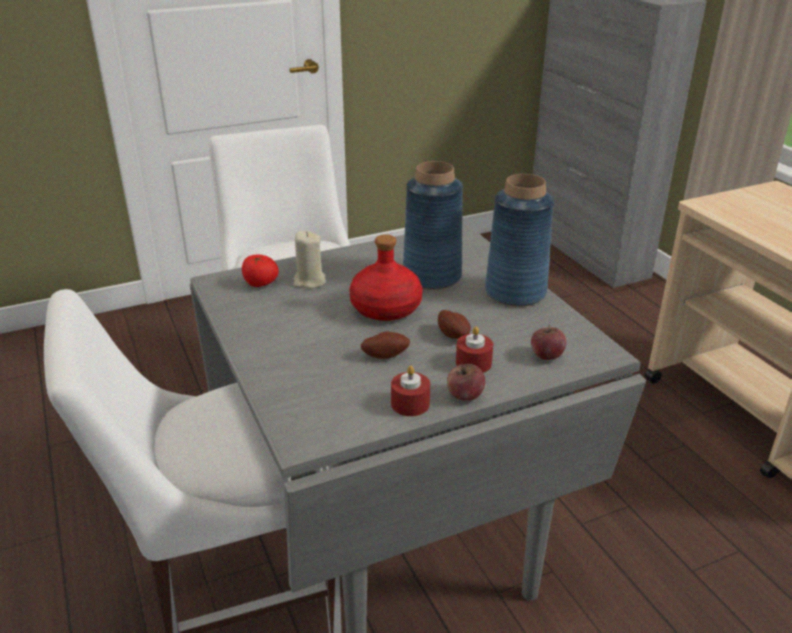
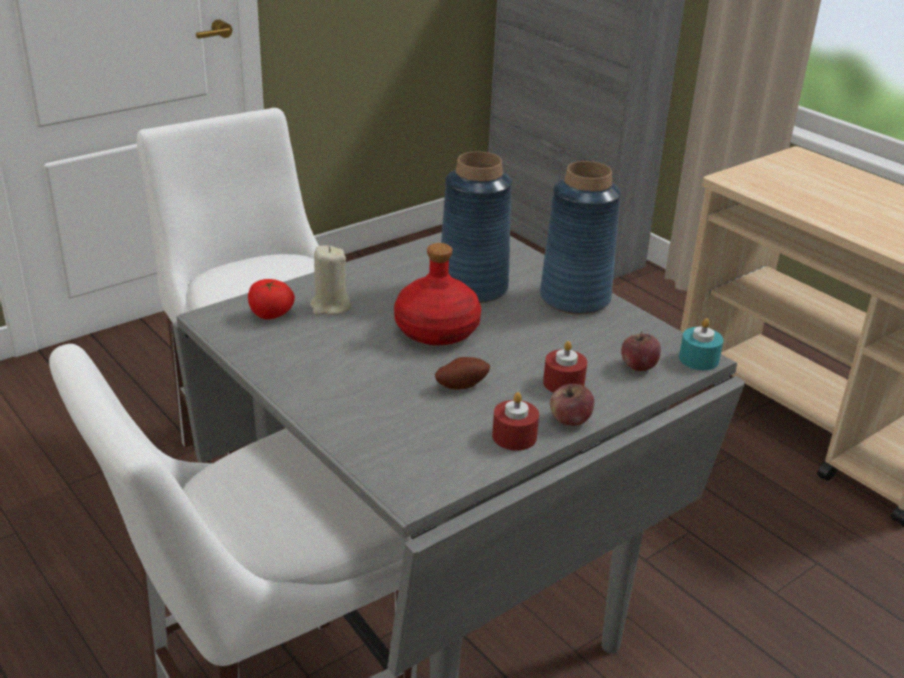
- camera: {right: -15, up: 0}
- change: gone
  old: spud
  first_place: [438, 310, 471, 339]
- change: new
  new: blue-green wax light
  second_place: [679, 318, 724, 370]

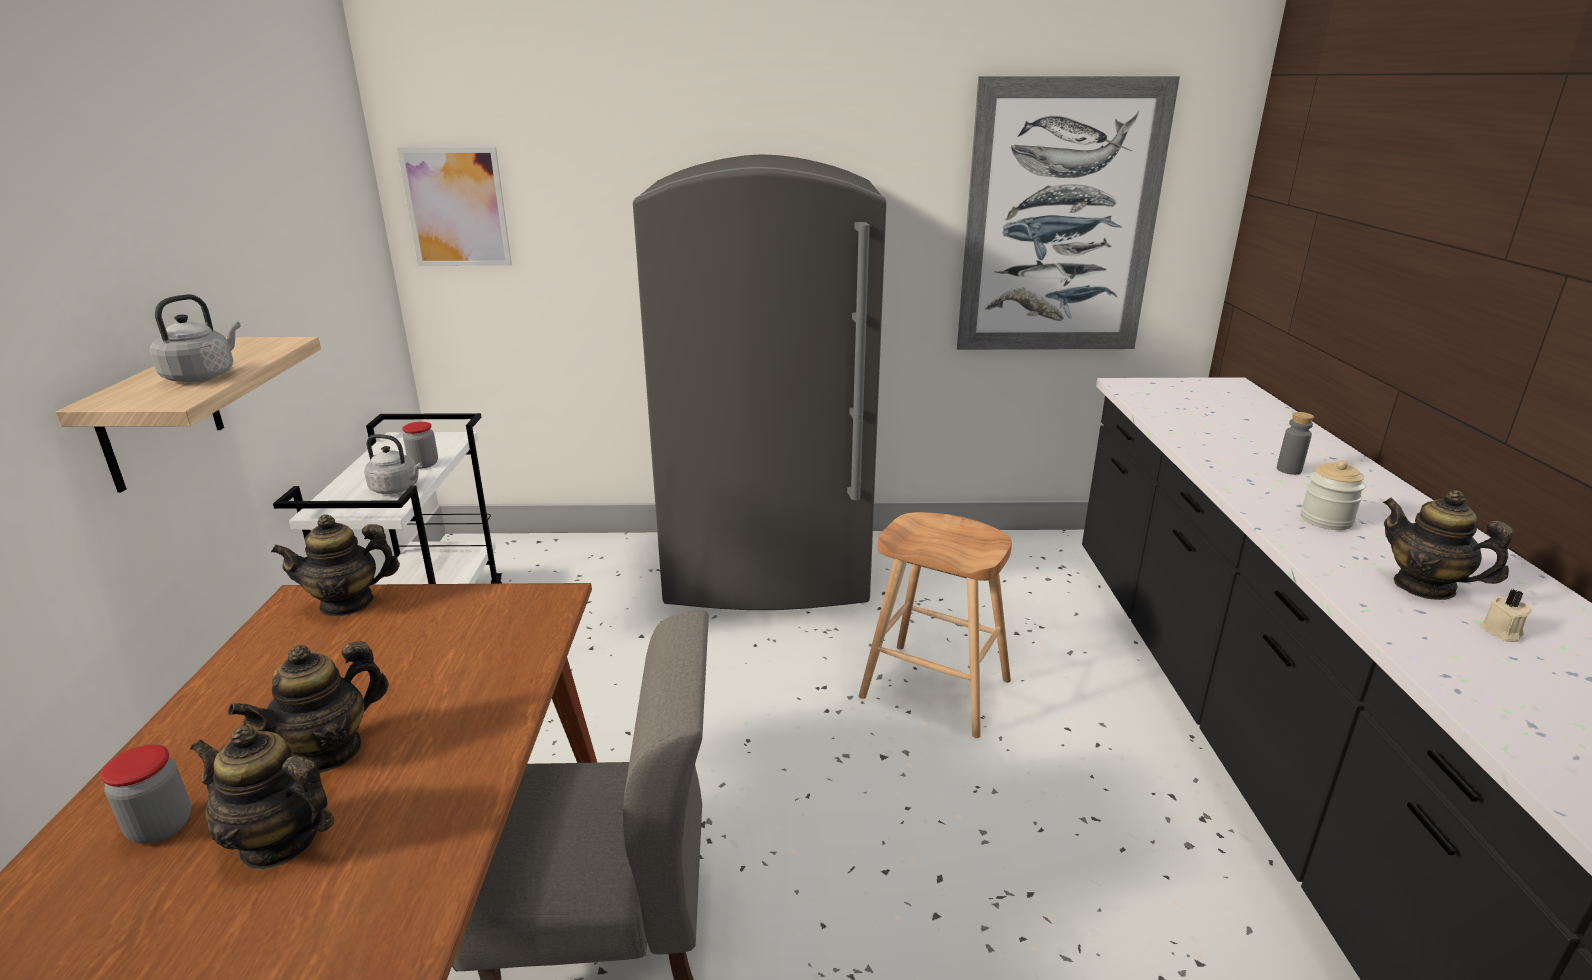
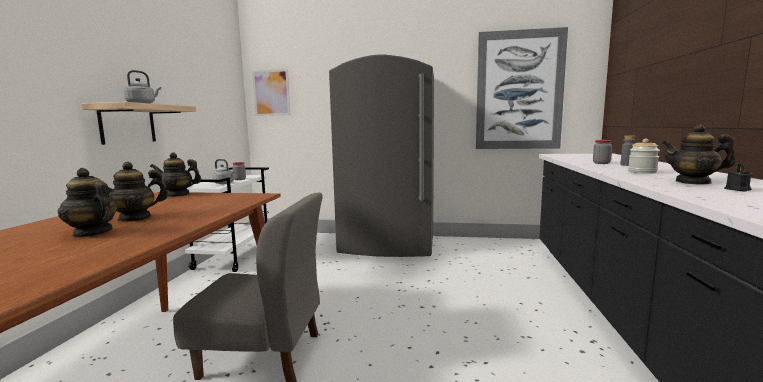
- camera: {right: 10, up: -15}
- change: shifted
  old: storage jar
  first_place: [101, 744, 191, 844]
  second_place: [593, 140, 613, 164]
- change: gone
  old: brown-coloured stool
  first_place: [859, 512, 1012, 738]
- change: rotated
  old: teapot
  first_place: [1383, 490, 1514, 600]
  second_place: [661, 124, 735, 185]
  degrees: -45
- change: repainted
  old: beige-coloured wax light
  new: blackish wax light
  first_place: [1480, 589, 1532, 642]
  second_place: [724, 164, 753, 192]

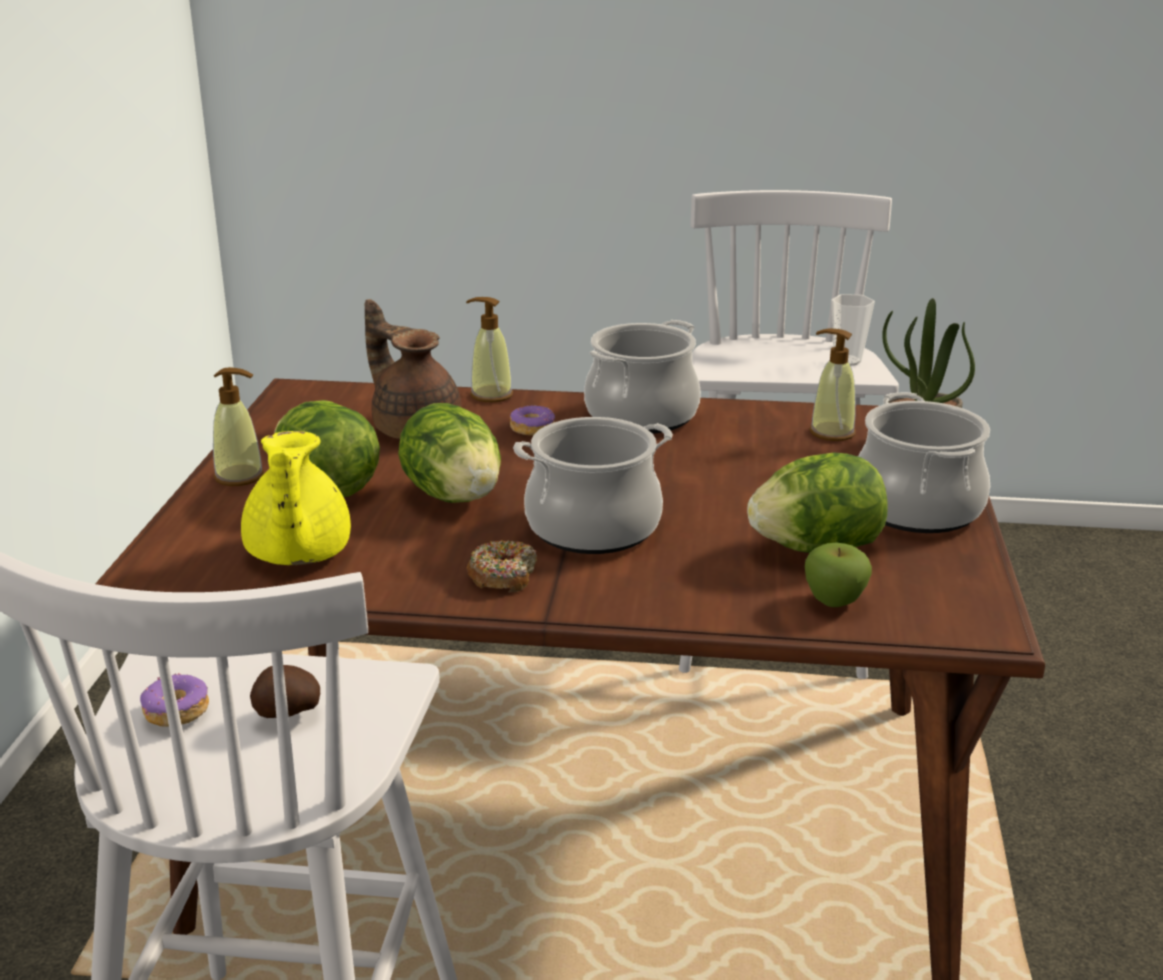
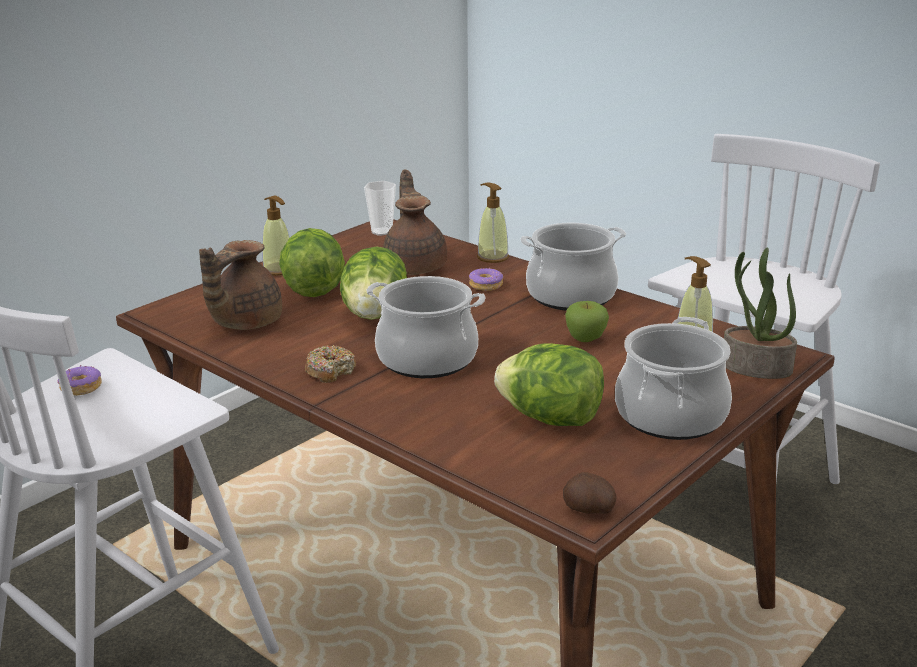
- camera: {right: 35, up: 0}
- change: repainted
  old: yellow-coloured teapot
  new: brown-coloured teapot
  first_place: [241, 431, 351, 565]
  second_place: [199, 240, 282, 330]
- change: shifted
  old: spud
  first_place: [250, 665, 320, 718]
  second_place: [563, 472, 617, 514]
- change: shifted
  old: whole apple
  first_place: [805, 542, 872, 607]
  second_place: [565, 301, 609, 342]
- change: shifted
  old: cup
  first_place: [831, 294, 875, 366]
  second_place: [364, 181, 396, 236]

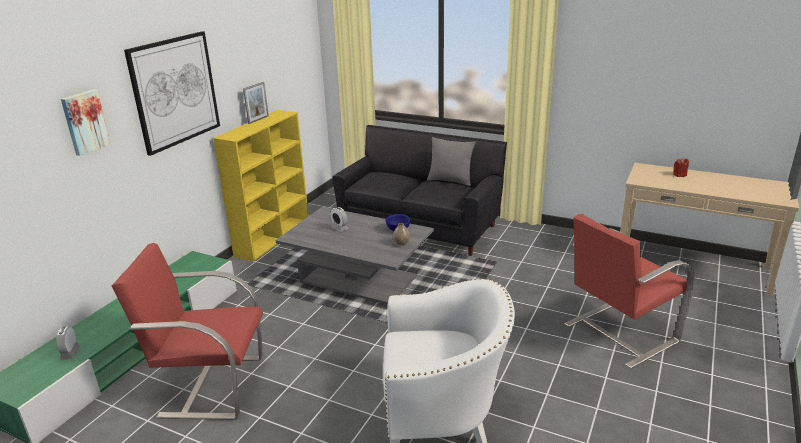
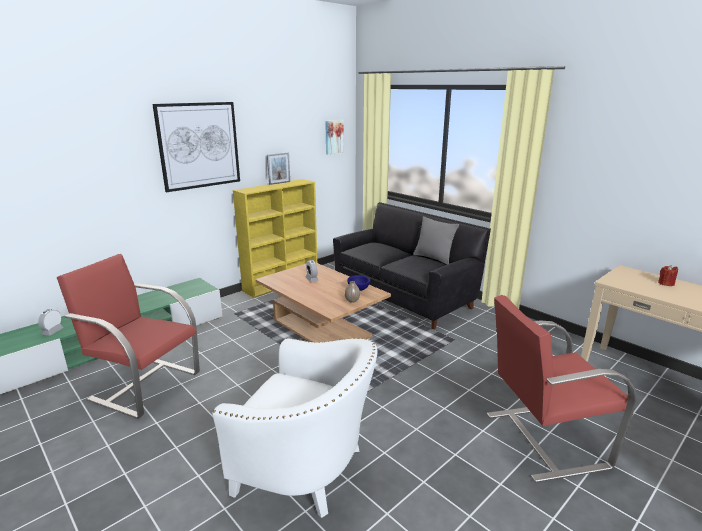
- camera: {right: 20, up: -5}
- change: shifted
  old: wall art
  first_place: [61, 89, 111, 156]
  second_place: [325, 120, 344, 154]
- change: repainted
  old: gray low table
  new: brown-coloured low table
  first_place: [275, 207, 434, 305]
  second_place: [255, 262, 391, 342]

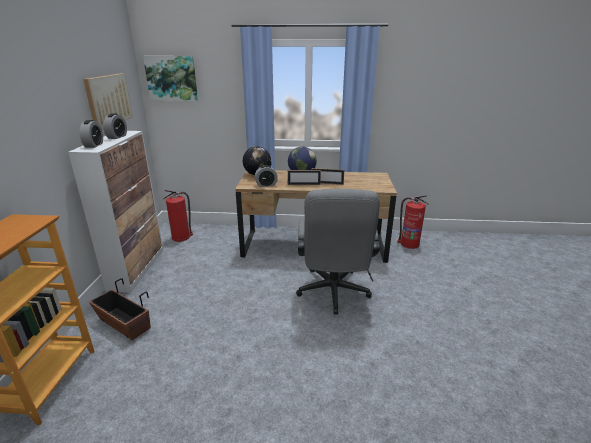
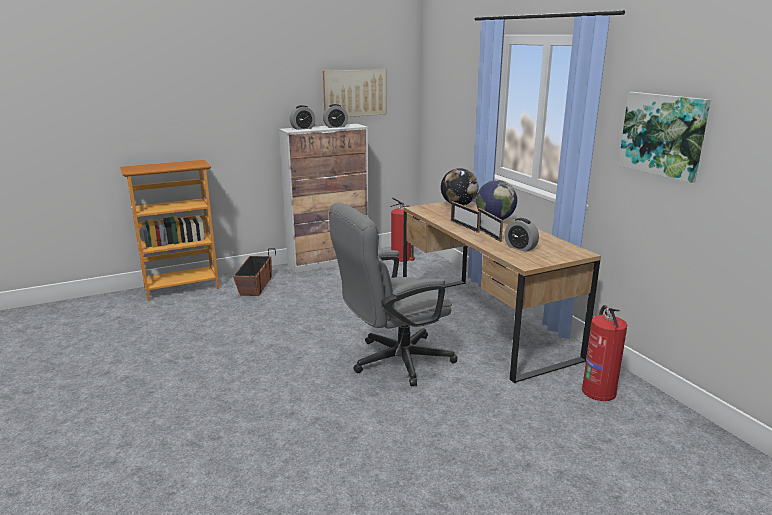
- camera: {right: 60, up: -5}
- change: shifted
  old: wall art
  first_place: [143, 56, 198, 101]
  second_place: [618, 92, 711, 183]
- change: shifted
  old: table clock
  first_place: [255, 165, 278, 187]
  second_place: [504, 218, 539, 252]

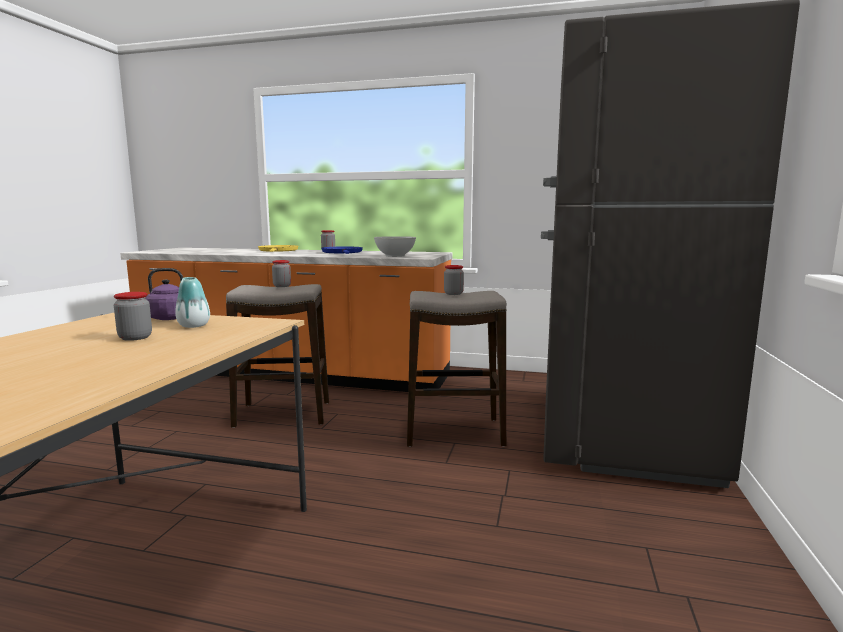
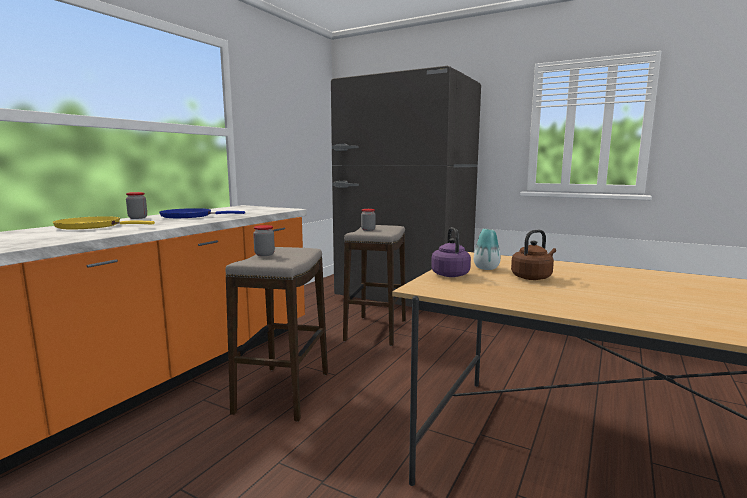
- camera: {right: -75, up: 0}
- change: swapped
  old: storage jar
  new: brown-coloured water kettle
  first_place: [114, 292, 152, 341]
  second_place: [511, 230, 556, 280]
- change: gone
  old: whitish deep dish
  first_place: [374, 236, 416, 257]

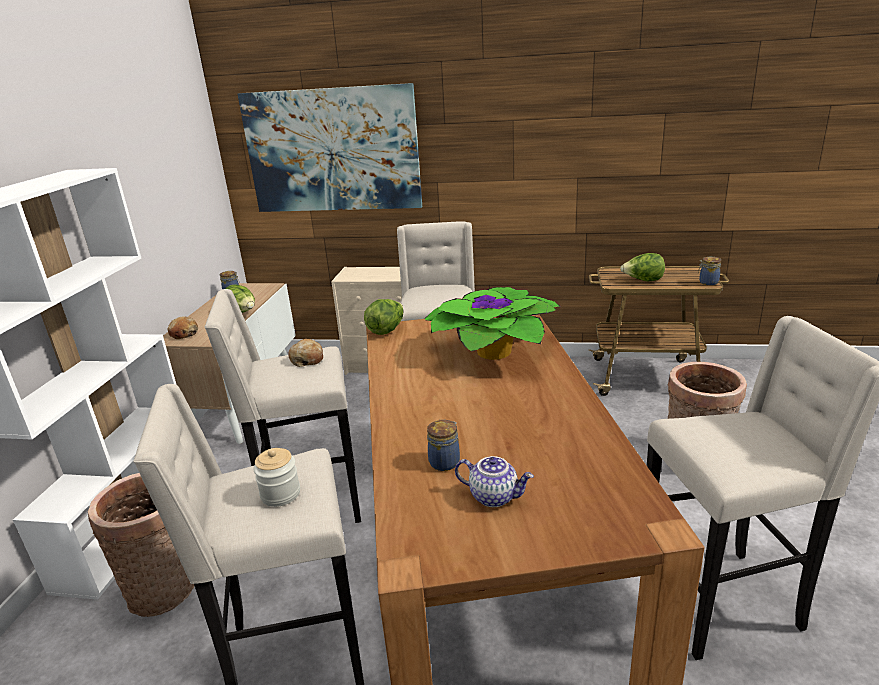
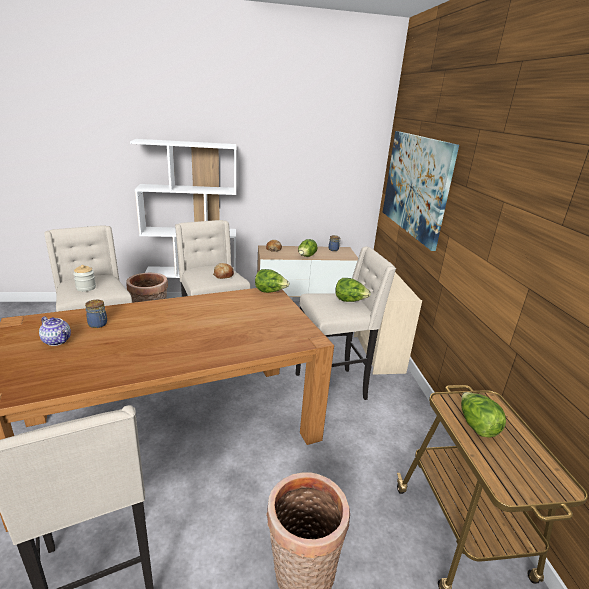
- camera: {right: 70, up: 0}
- change: gone
  old: houseplant
  first_place: [425, 287, 561, 360]
- change: rotated
  old: teapot
  first_place: [455, 456, 534, 507]
  second_place: [39, 316, 71, 346]
  degrees: -60
- change: gone
  old: storage jar
  first_place: [698, 257, 721, 285]
- change: new
  new: lettuce
  second_place: [335, 278, 371, 302]

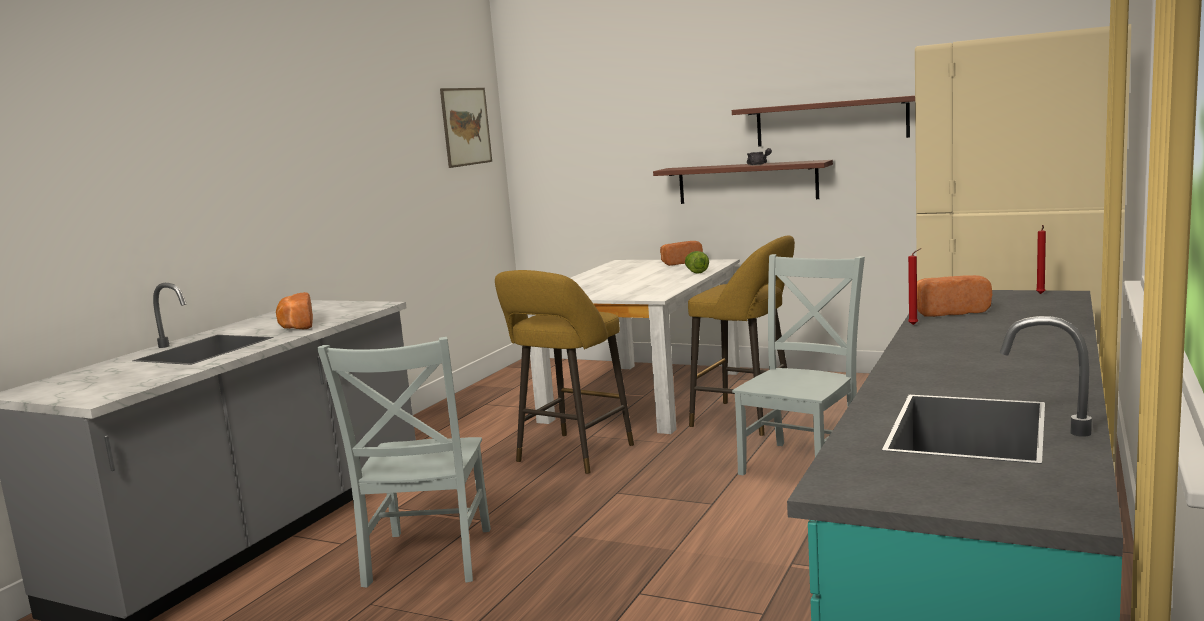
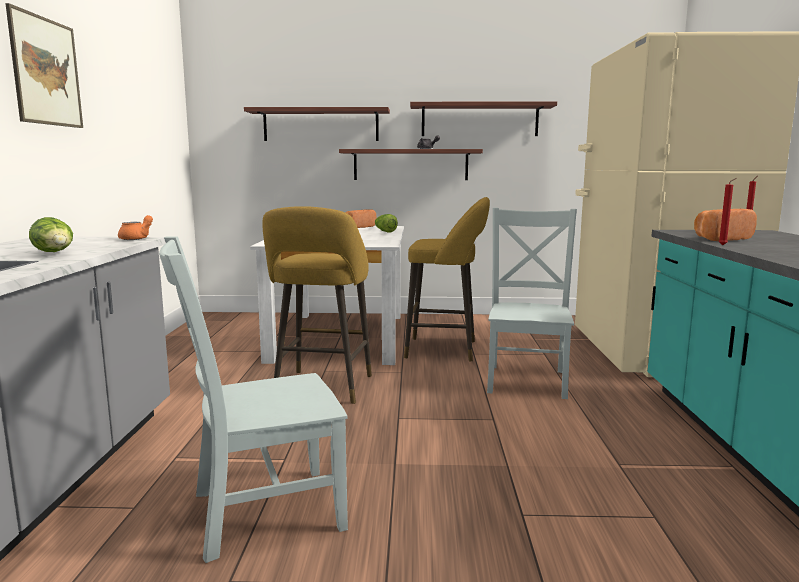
- camera: {right: -25, up: 0}
- change: swapped
  old: baked bread
  new: lettuce
  first_place: [276, 292, 313, 330]
  second_place: [29, 217, 73, 252]
- change: rotated
  old: gray upright chair
  first_place: [317, 337, 491, 588]
  second_place: [159, 236, 348, 563]
  degrees: 90
- change: shifted
  old: wall art
  first_place: [440, 88, 492, 168]
  second_place: [5, 3, 83, 128]
- change: new
  new: orange teapot
  second_place: [118, 215, 153, 240]
- change: new
  new: wall shelf
  second_place: [244, 107, 390, 141]

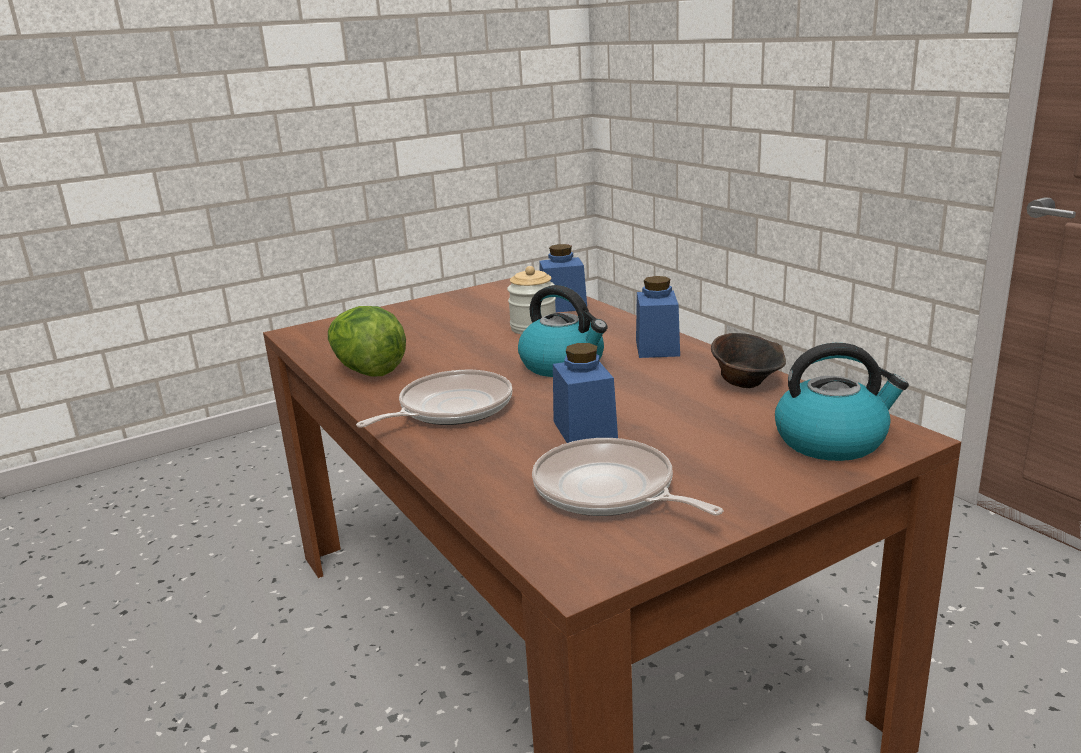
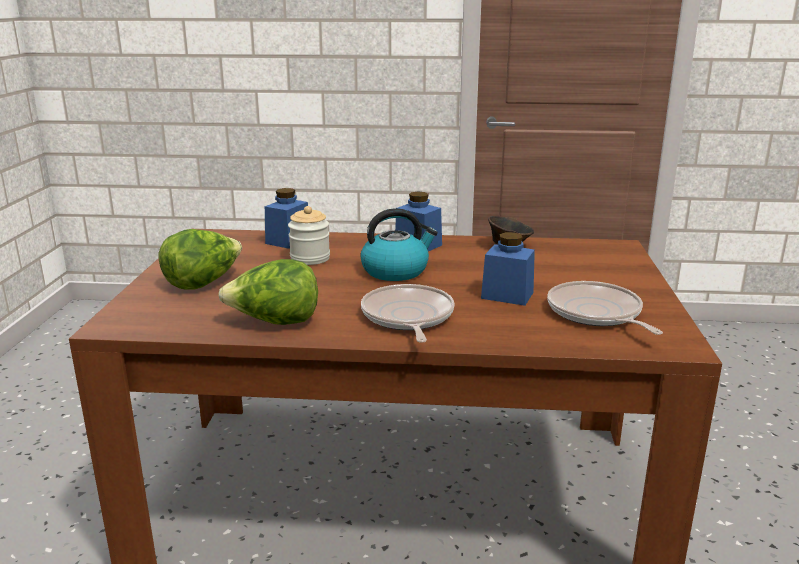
- camera: {right: -55, up: 0}
- change: rotated
  old: pan
  first_place: [532, 438, 724, 516]
  second_place: [547, 281, 663, 335]
  degrees: 75
- change: gone
  old: water kettle
  first_place: [775, 343, 909, 461]
- change: new
  new: lettuce
  second_place: [159, 229, 242, 290]

